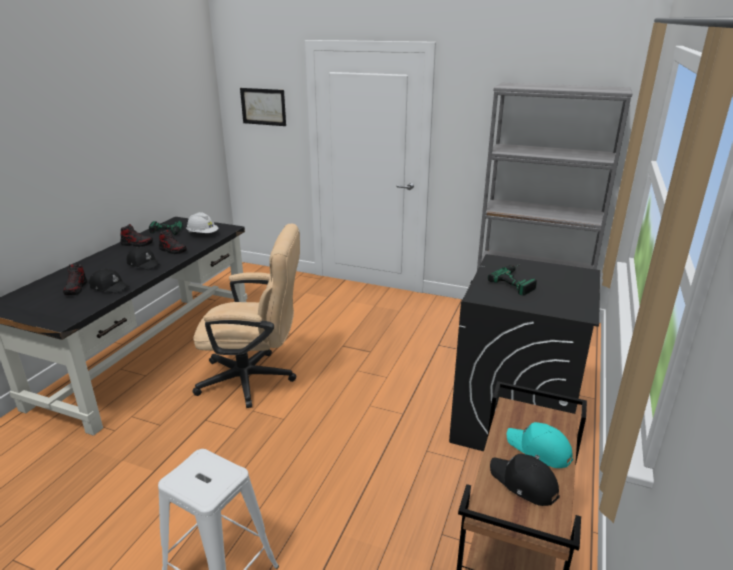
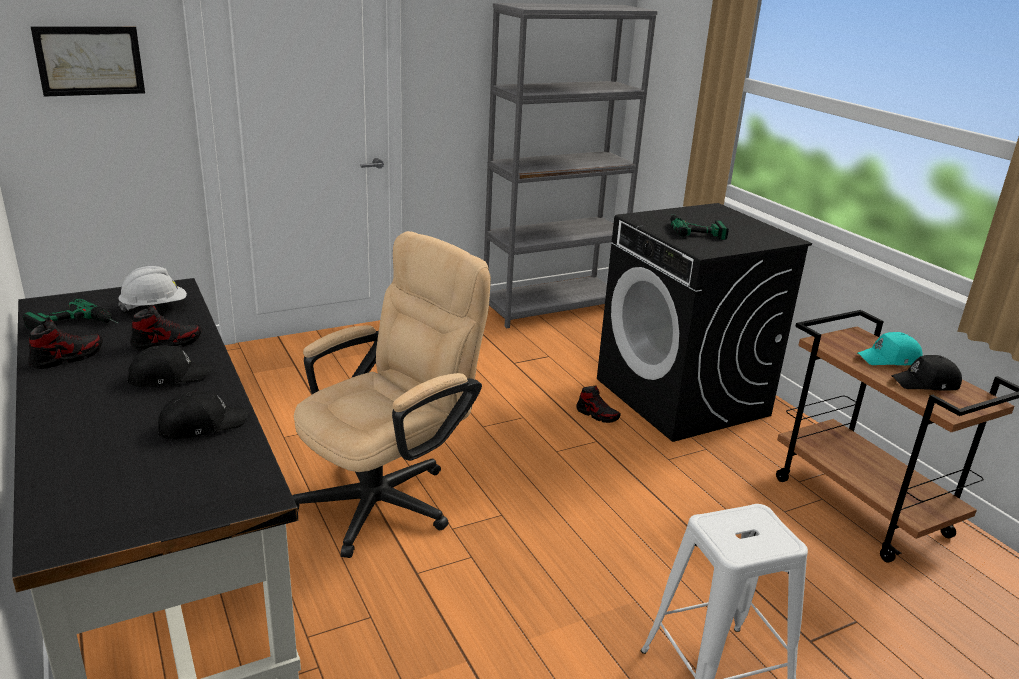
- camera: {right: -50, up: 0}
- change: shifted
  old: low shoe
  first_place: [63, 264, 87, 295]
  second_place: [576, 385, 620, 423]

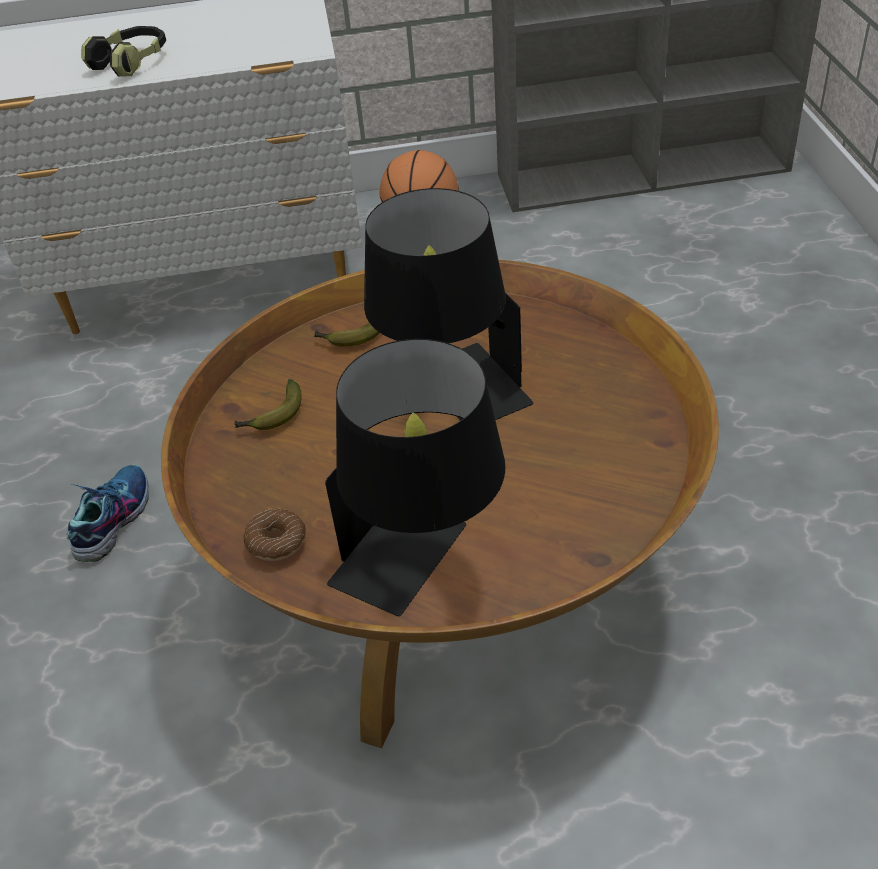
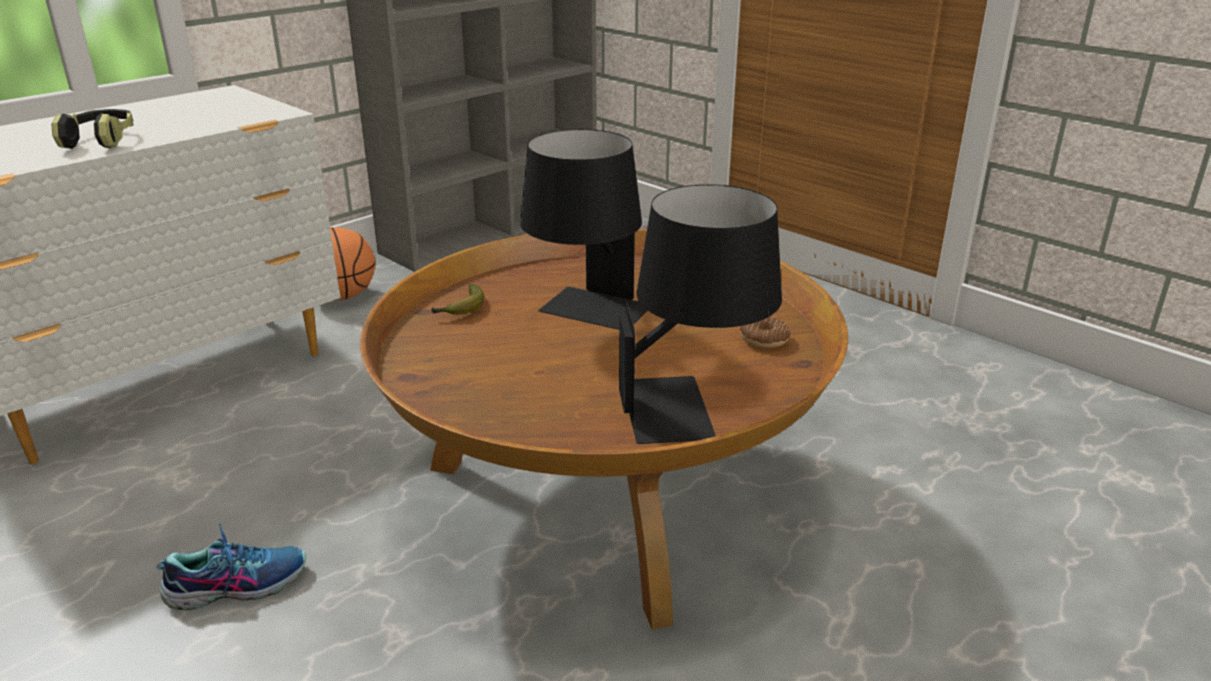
- camera: {right: -40, up: -15}
- change: rotated
  old: low shoe
  first_place: [66, 465, 149, 562]
  second_place: [156, 523, 306, 611]
  degrees: 90
- change: gone
  old: whole banana
  first_place: [235, 379, 302, 430]
- change: shifted
  old: donut
  first_place: [244, 509, 306, 561]
  second_place: [740, 317, 791, 348]

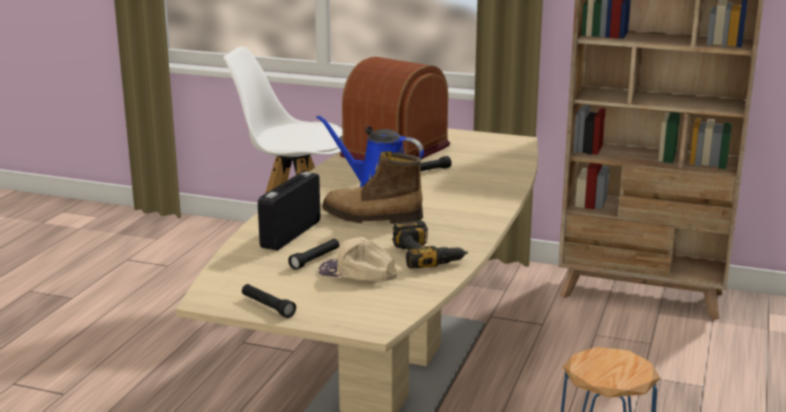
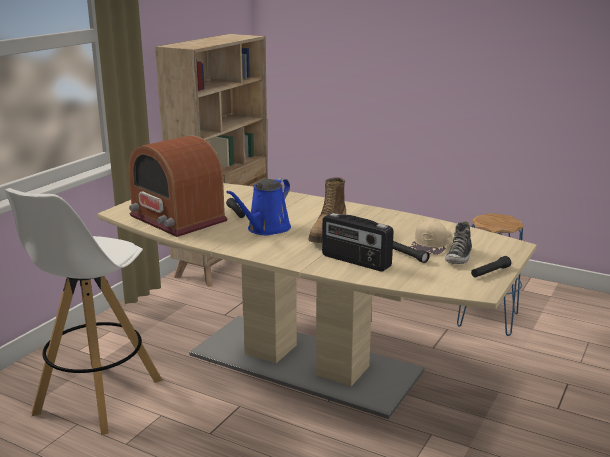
- camera: {right: -80, up: 0}
- change: gone
  old: power drill
  first_place: [392, 220, 468, 269]
- change: new
  new: low shoe
  second_place: [445, 221, 472, 264]

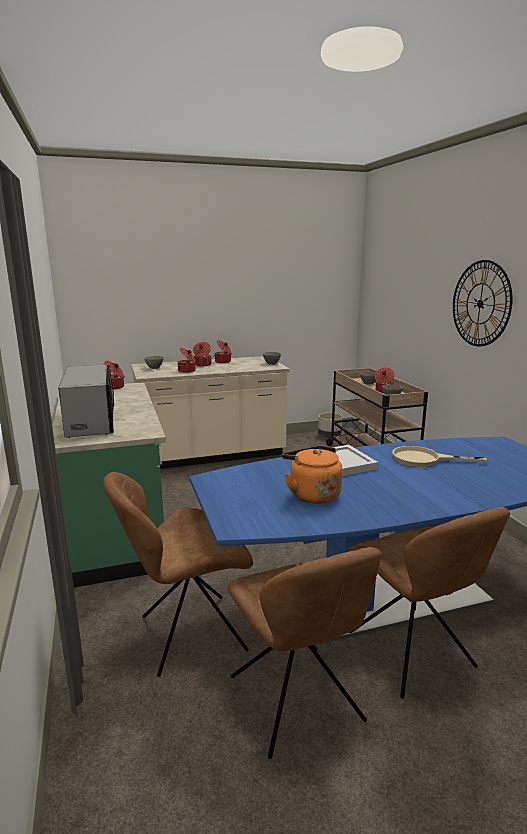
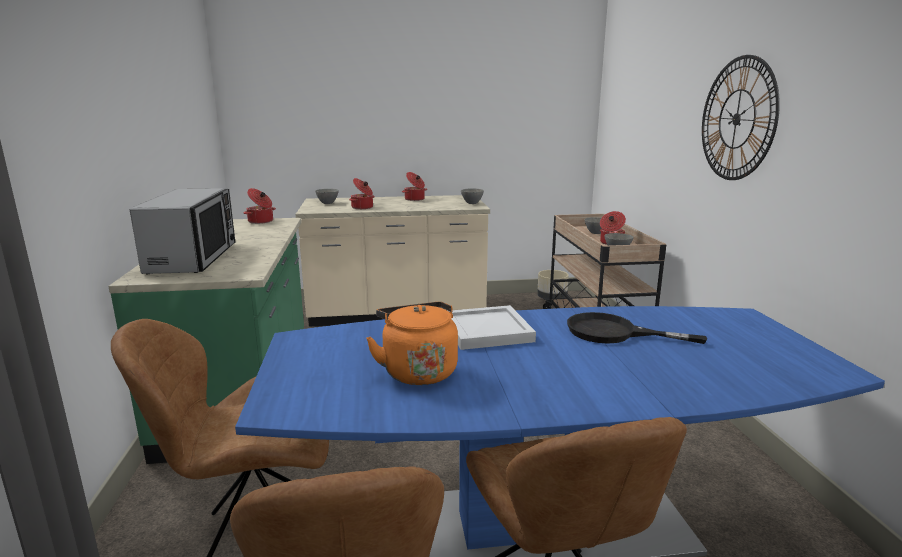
- camera: {right: 10, up: 0}
- change: gone
  old: cooking pot
  first_place: [193, 342, 213, 366]
- change: repainted
  old: beige-coloured pan
  new: blackish pan
  first_place: [392, 446, 487, 467]
  second_place: [567, 312, 707, 344]

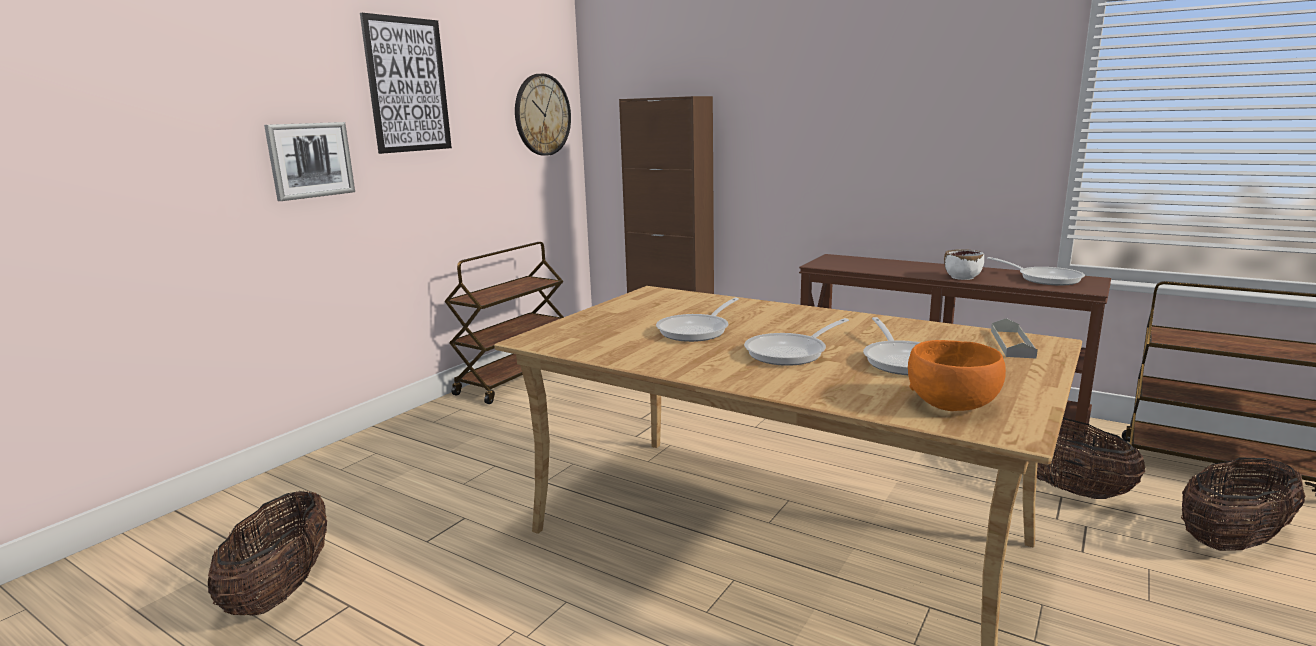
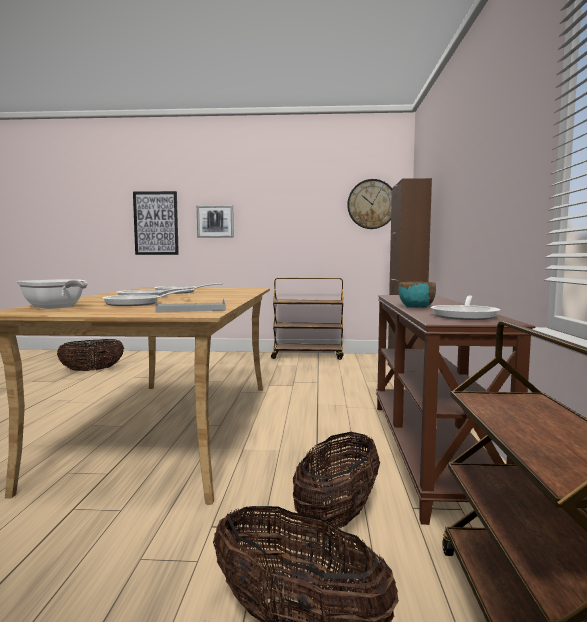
- camera: {right: 60, up: -10}
- change: shifted
  old: wall art
  first_place: [360, 13, 452, 154]
  second_place: [133, 191, 179, 255]
- change: swapped
  old: orange deep dish
  new: pan
  first_place: [908, 340, 1006, 411]
  second_place: [17, 279, 88, 309]
- change: repainted
  old: whitish deep dish
  new: blue-green deep dish
  first_place: [944, 249, 984, 280]
  second_place: [398, 282, 436, 308]

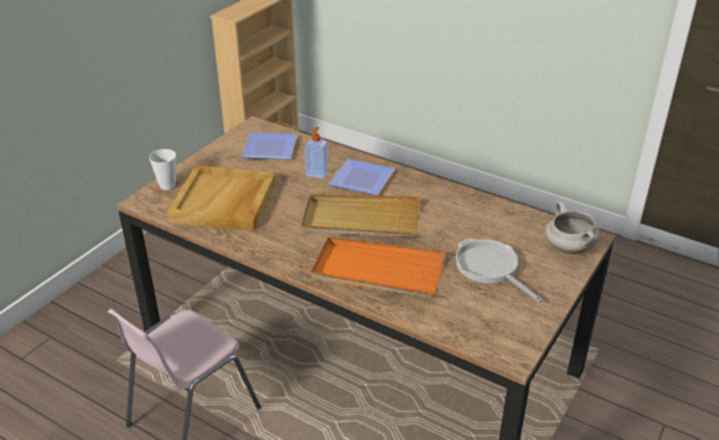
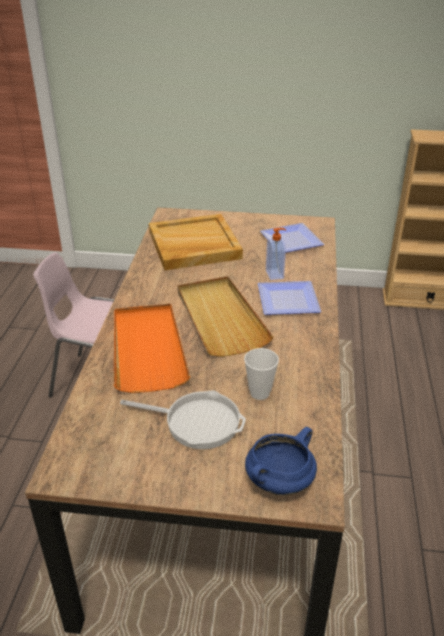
- camera: {right: 65, up: 0}
- change: shifted
  old: cup
  first_place: [149, 149, 176, 190]
  second_place: [244, 348, 279, 400]
- change: rotated
  old: pan
  first_place: [456, 238, 542, 303]
  second_place: [120, 390, 246, 449]
  degrees: 75
- change: repainted
  old: whitish cooking pot
  new: bluish cooking pot
  first_place: [545, 202, 600, 254]
  second_place: [245, 427, 317, 495]

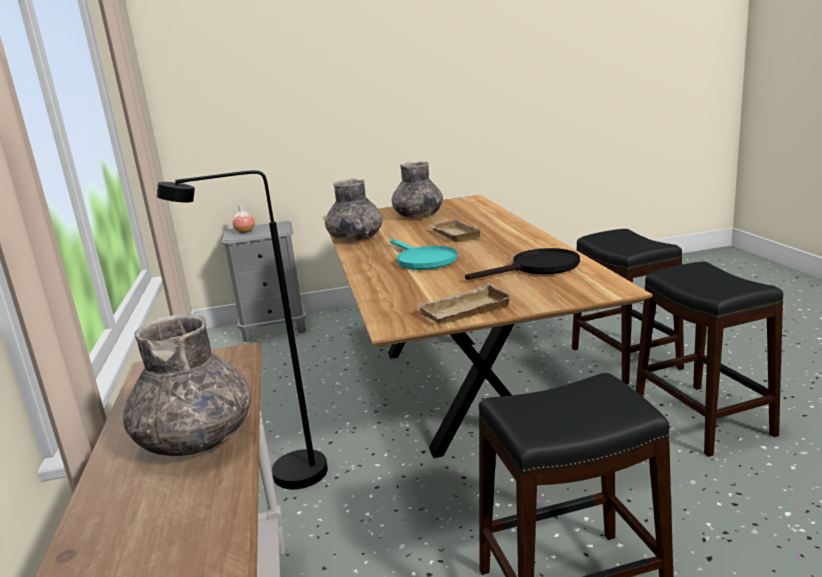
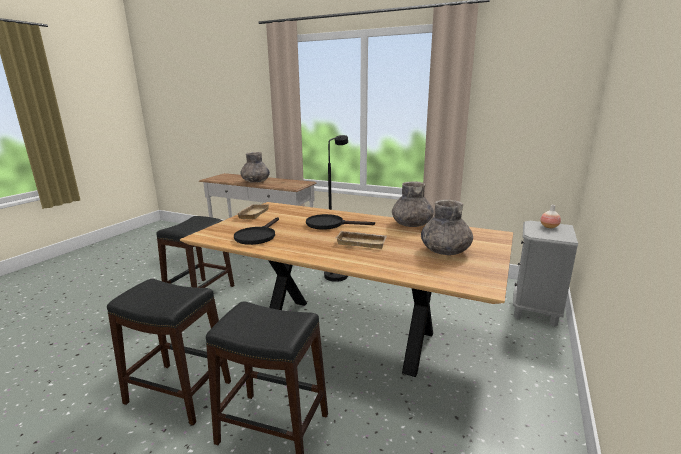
- camera: {right: 125, up: 0}
- change: repainted
  old: blue-green pan
  new: blackish pan
  first_place: [390, 239, 458, 270]
  second_place: [306, 214, 375, 230]

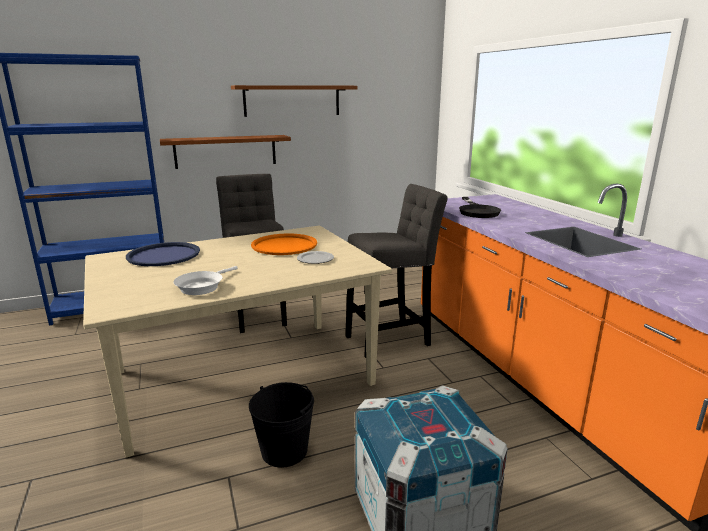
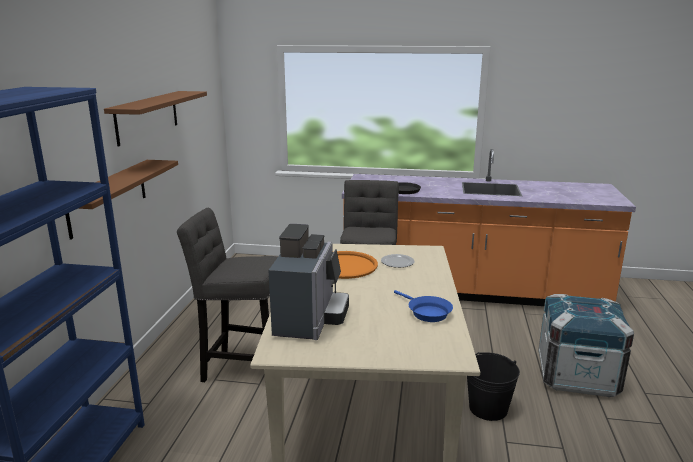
- camera: {right: -60, up: 0}
- change: swapped
  old: bluish serving tray
  new: coffee machine
  first_place: [126, 242, 200, 266]
  second_place: [268, 224, 349, 340]
- change: repainted
  old: whitish pan
  new: bluish pan
  first_place: [173, 266, 238, 295]
  second_place: [394, 290, 453, 322]

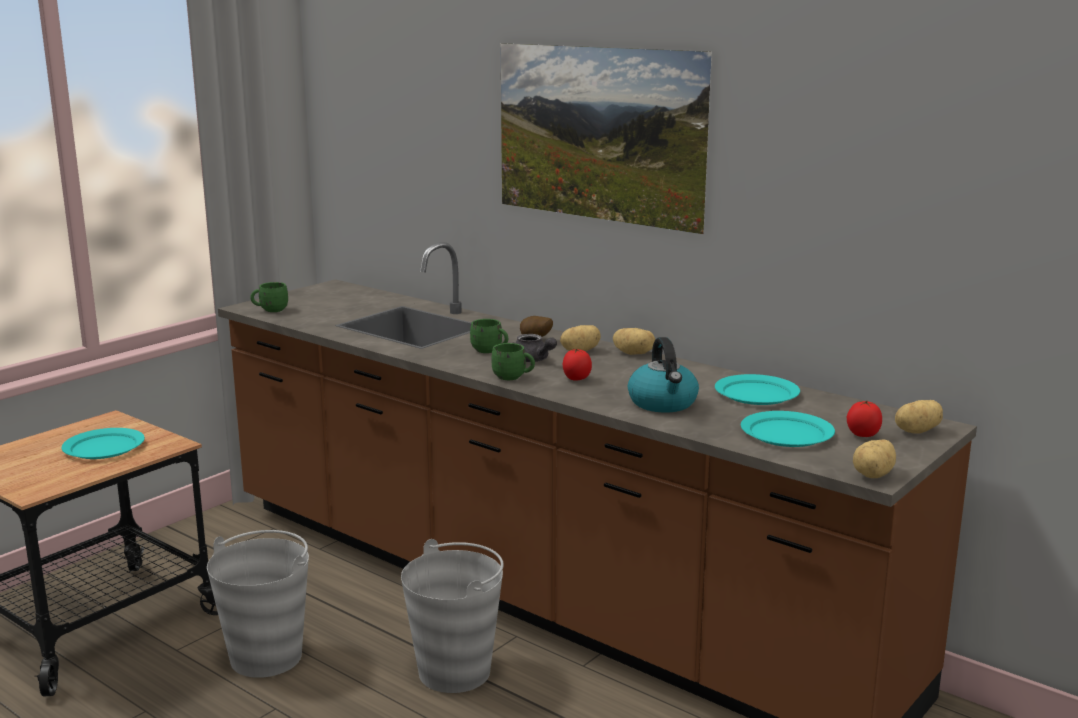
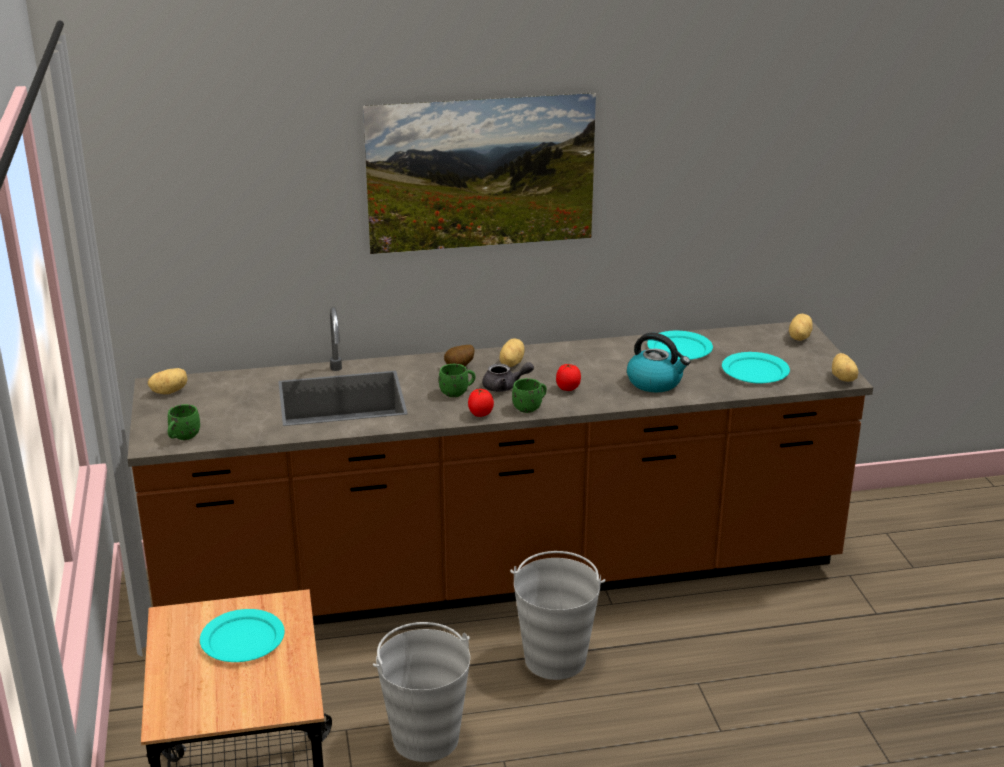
- camera: {right: -50, up: 10}
- change: shifted
  old: spud
  first_place: [613, 328, 655, 355]
  second_place: [148, 368, 188, 394]
- change: shifted
  old: tomato
  first_place: [847, 401, 882, 437]
  second_place: [468, 389, 494, 417]

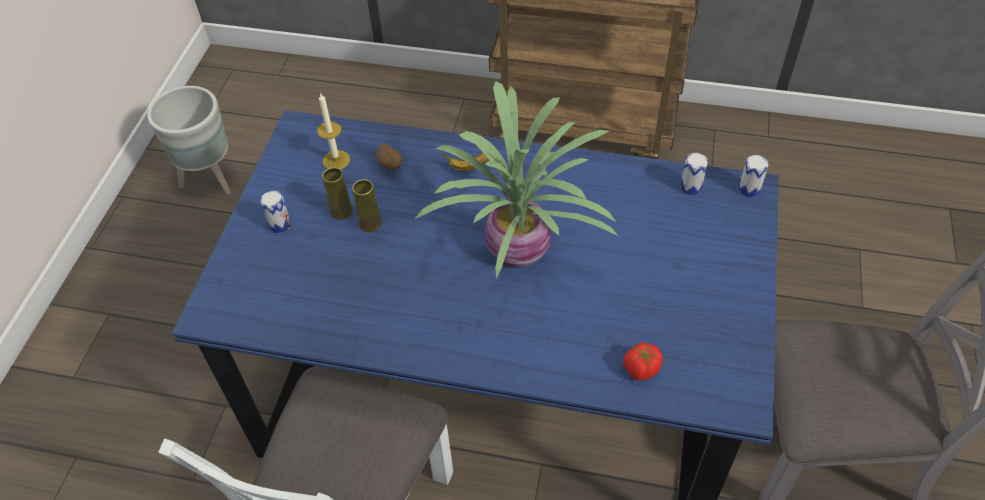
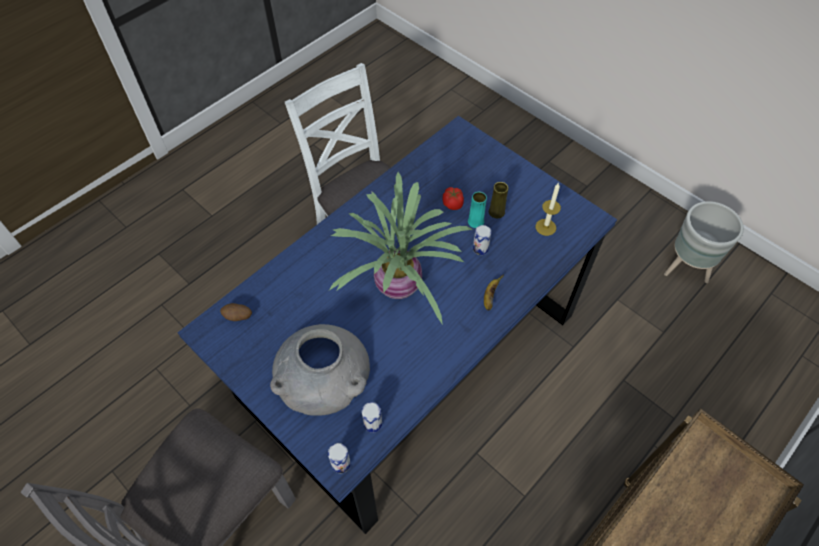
- camera: {right: 120, up: 5}
- change: shifted
  old: sealed can
  first_place: [260, 191, 291, 233]
  second_place: [473, 225, 491, 255]
- change: repainted
  old: yellow-coloured flower vase
  new: blue-green flower vase
  first_place: [352, 179, 382, 232]
  second_place: [468, 192, 487, 228]
- change: shifted
  old: spud
  first_place: [376, 143, 402, 170]
  second_place: [220, 303, 252, 321]
- change: shifted
  old: tomato
  first_place: [623, 342, 663, 381]
  second_place: [443, 187, 464, 210]
- change: new
  new: gray flower vase
  second_place: [270, 324, 370, 416]

